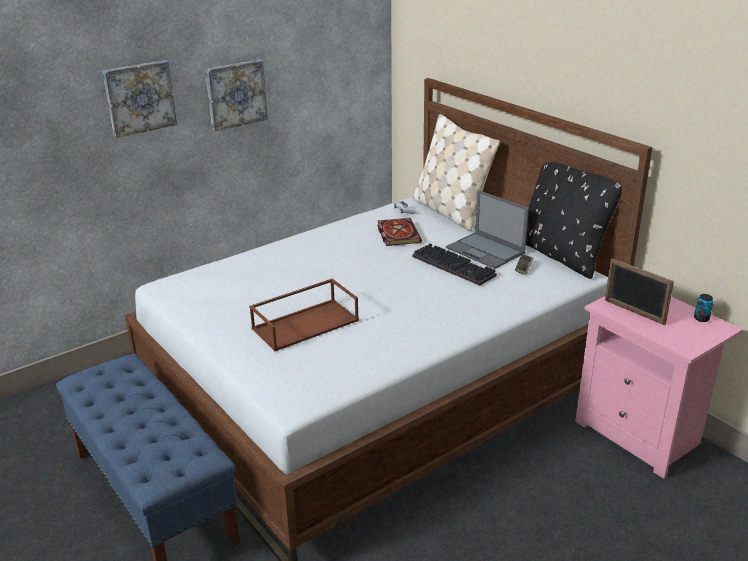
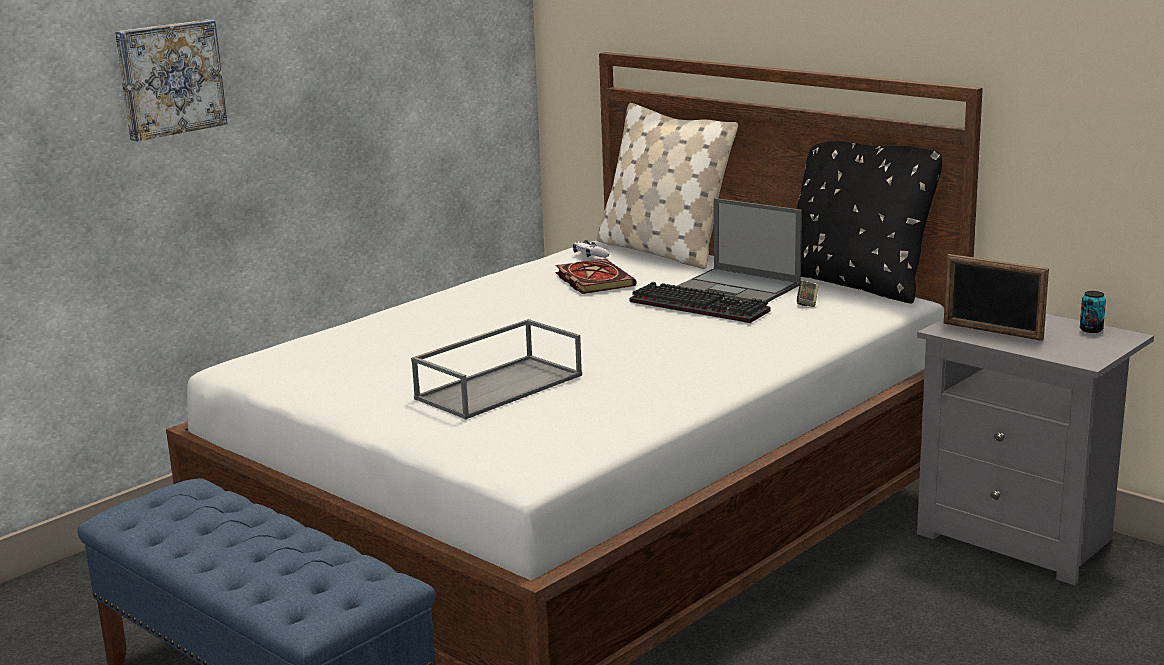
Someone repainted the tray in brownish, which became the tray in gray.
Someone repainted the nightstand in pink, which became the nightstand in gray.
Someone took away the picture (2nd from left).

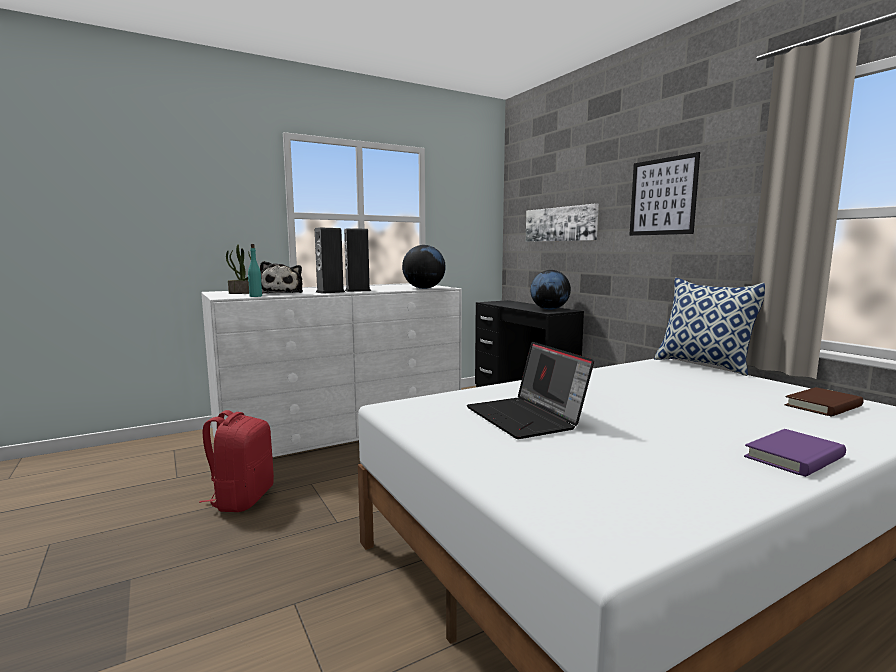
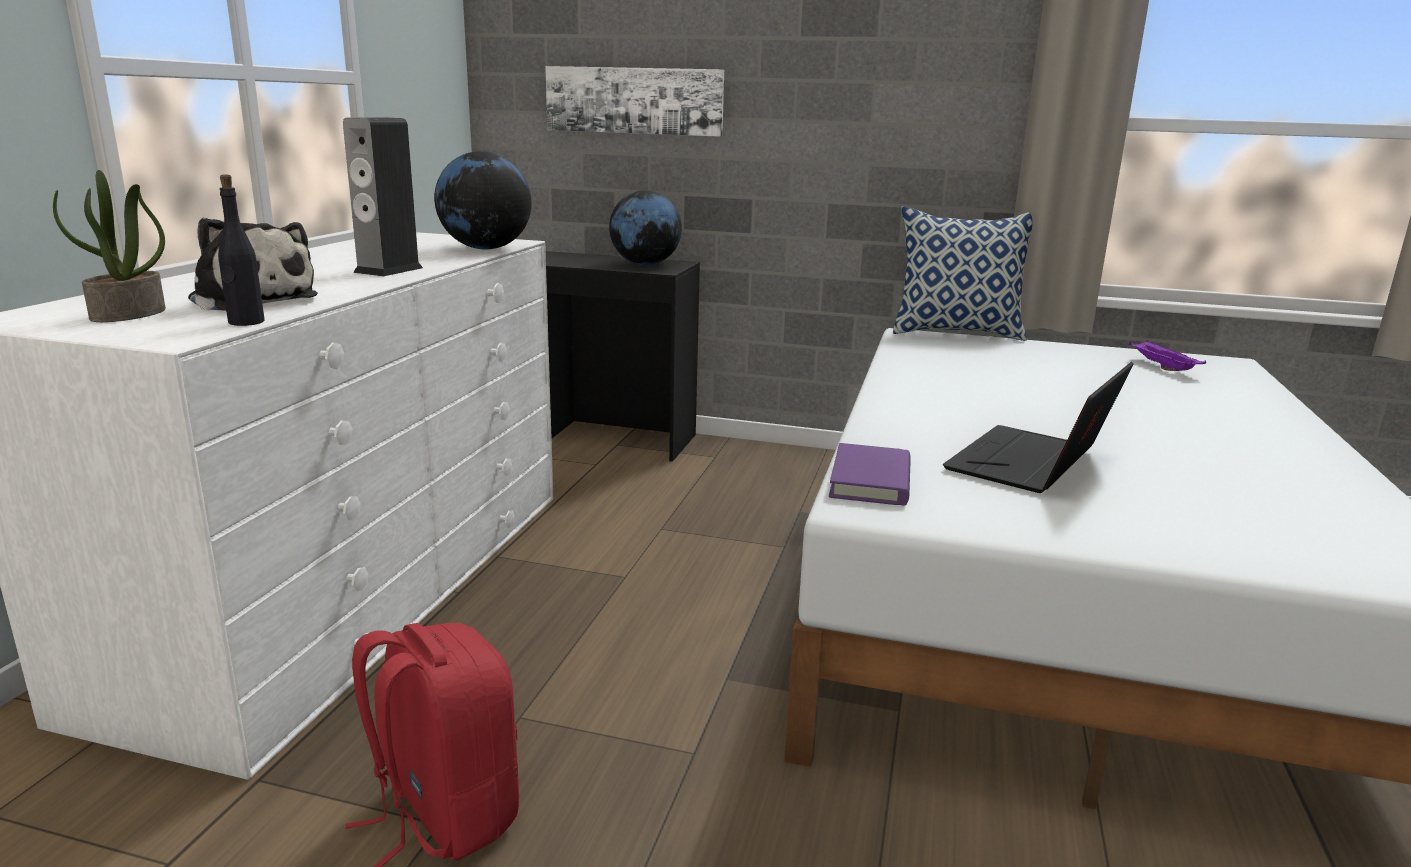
Someone repainted the bottle in turquoise-coloured, which became the bottle in blackish.
Someone carried the book in purplish.
Someone rotated the notebook computer by 105 degrees clockwise.
Someone swapped the book in brownish for the tray in purplish.
Someone took away the loudspeaker (1st from left).
Someone took away the picture (2nd from left).

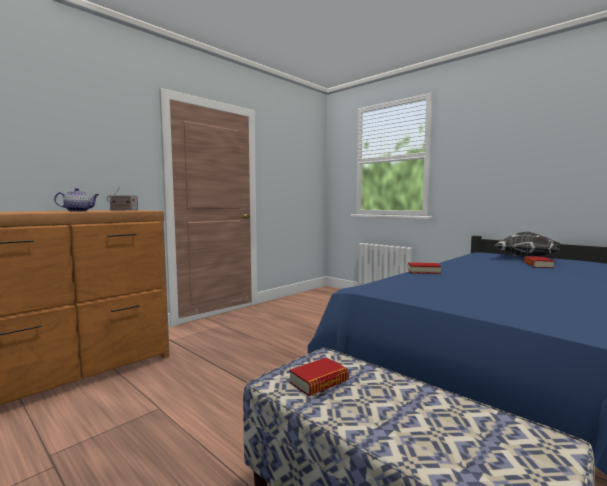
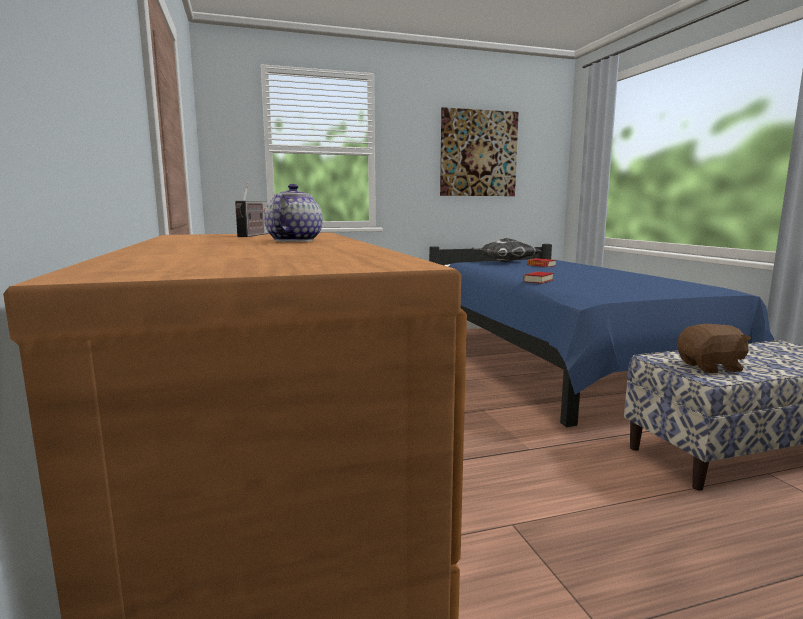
Someone put up the picture.
Someone swapped the book (1st from left) for the soft toy in brownish.

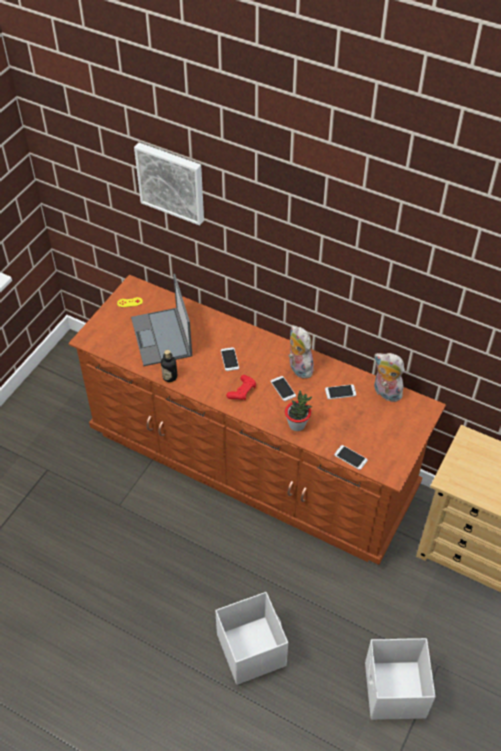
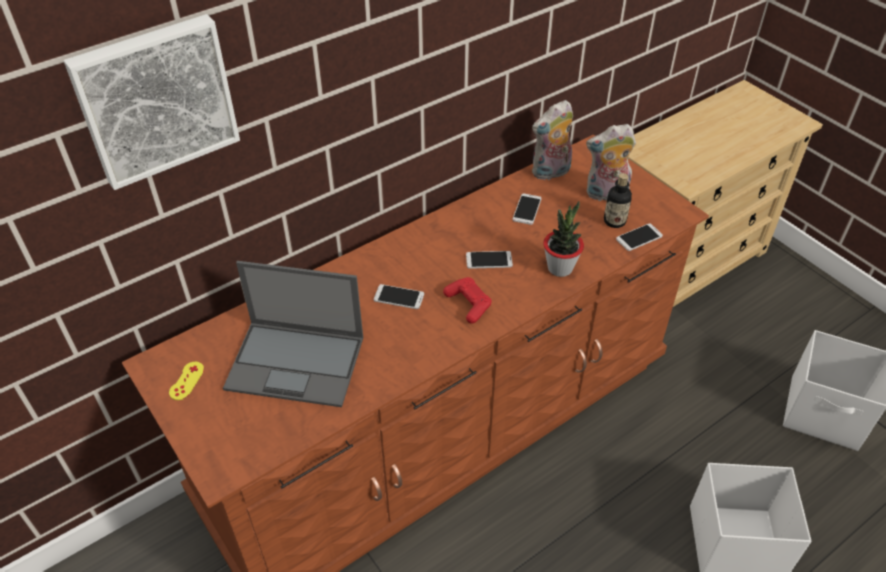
Someone carried the soft toy (1st from left in the first image).
Someone carried the bottle.

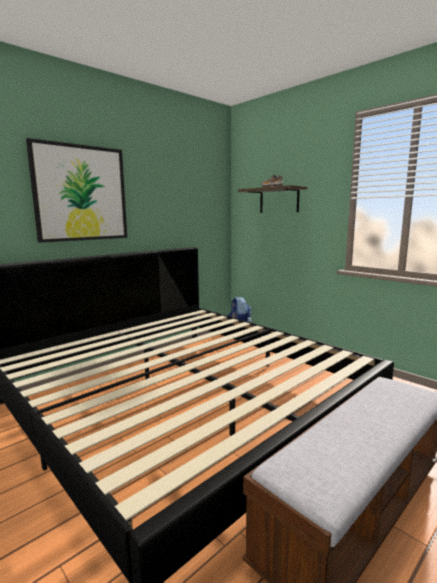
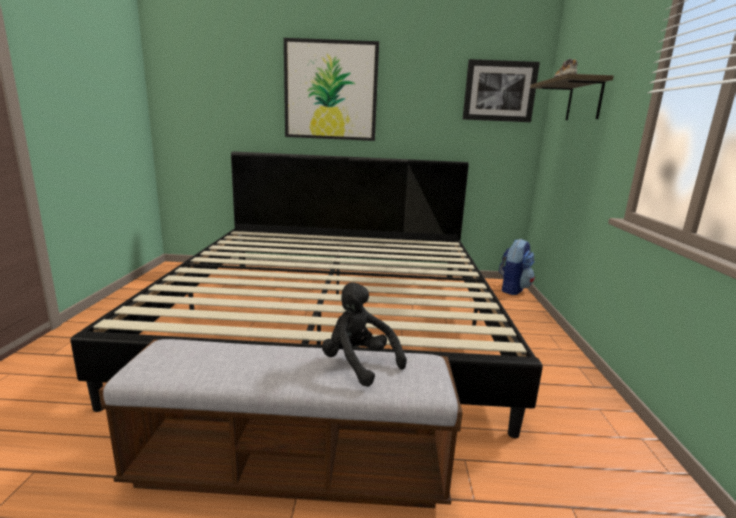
Someone put down the soft toy in blackish.
Someone put up the picture (2nd from left).

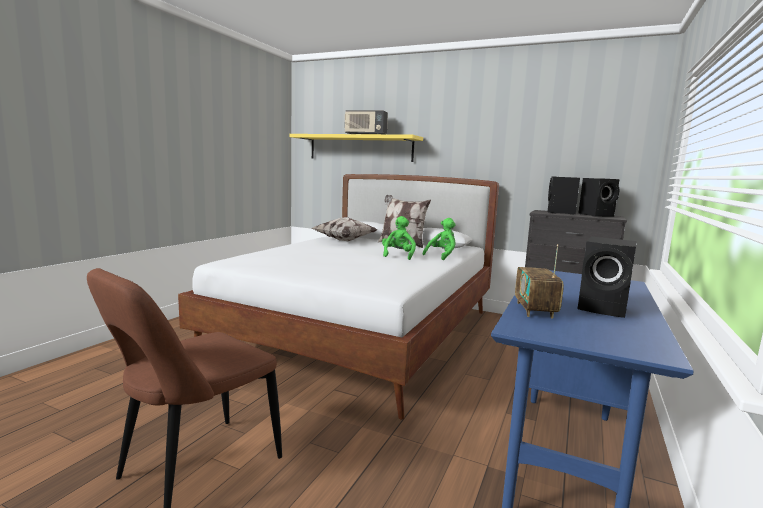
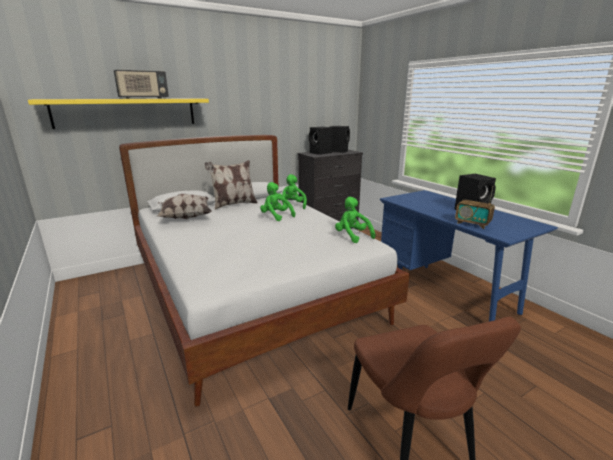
Someone put down the soft toy in greenish (3rd from left).

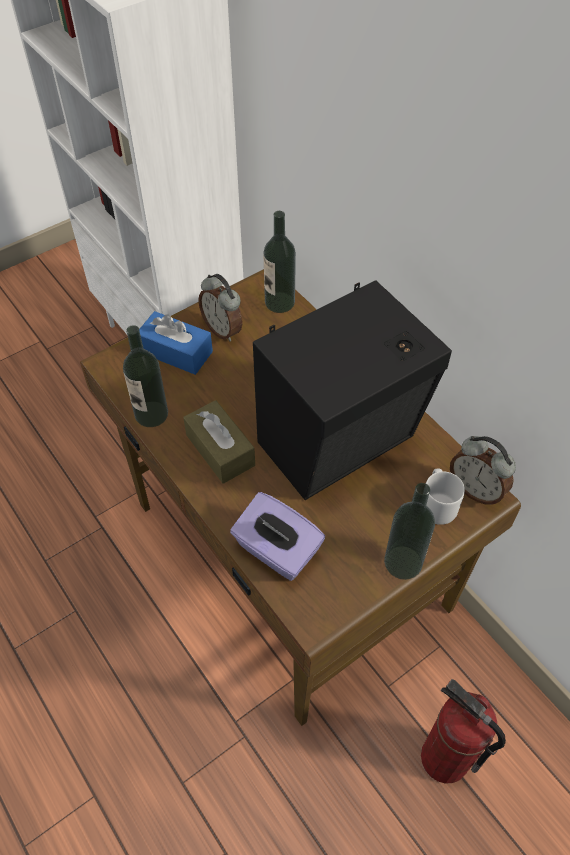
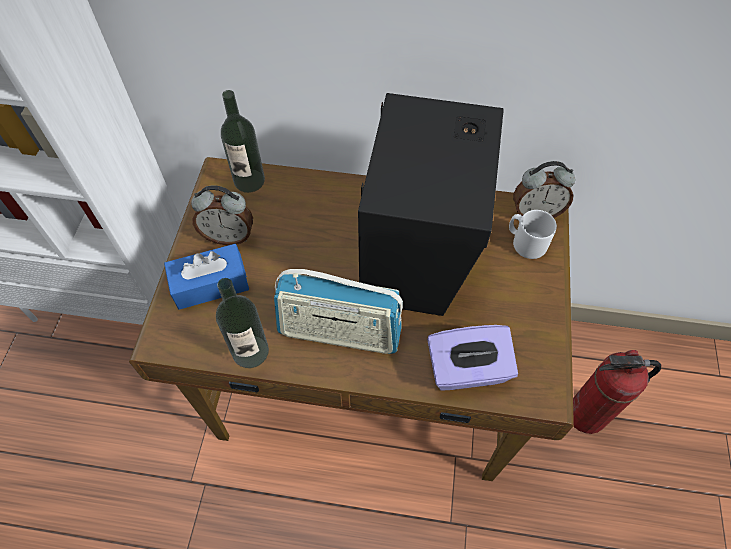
Someone swapped the tissue box in brownish for the radio.
Someone took away the bottle (3rd from left).

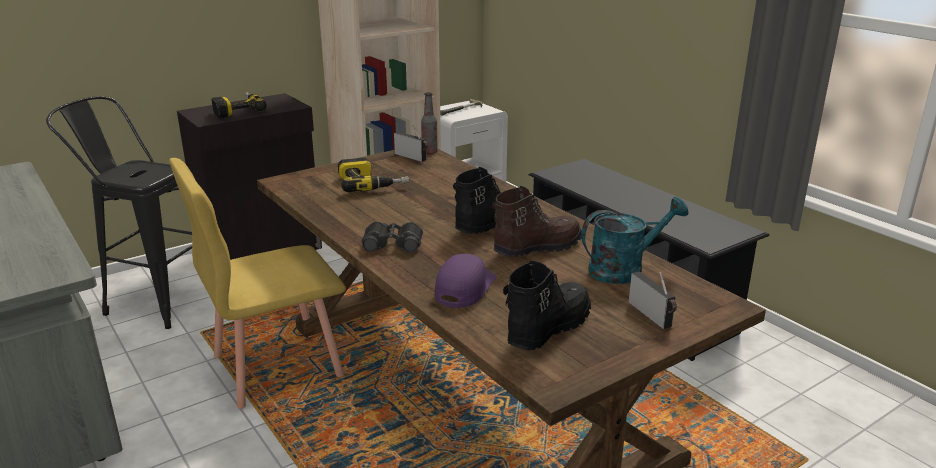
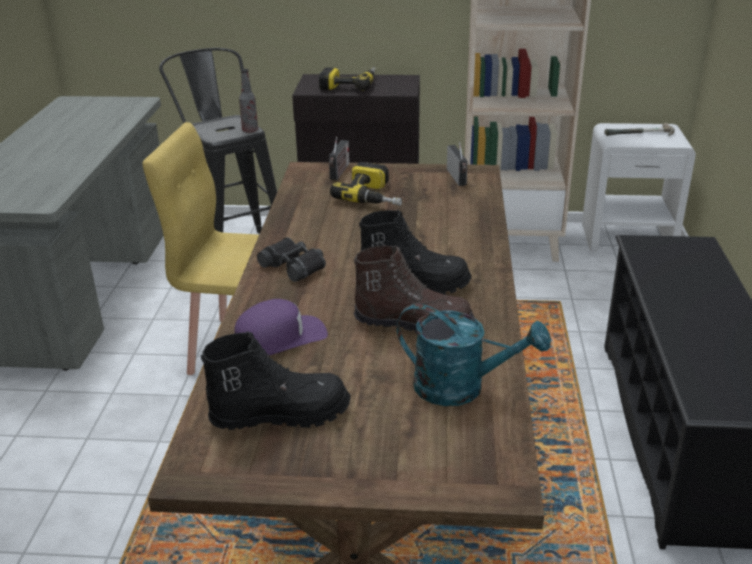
Someone carried the bottle.
Someone carried the radio (2nd from left in the first image).

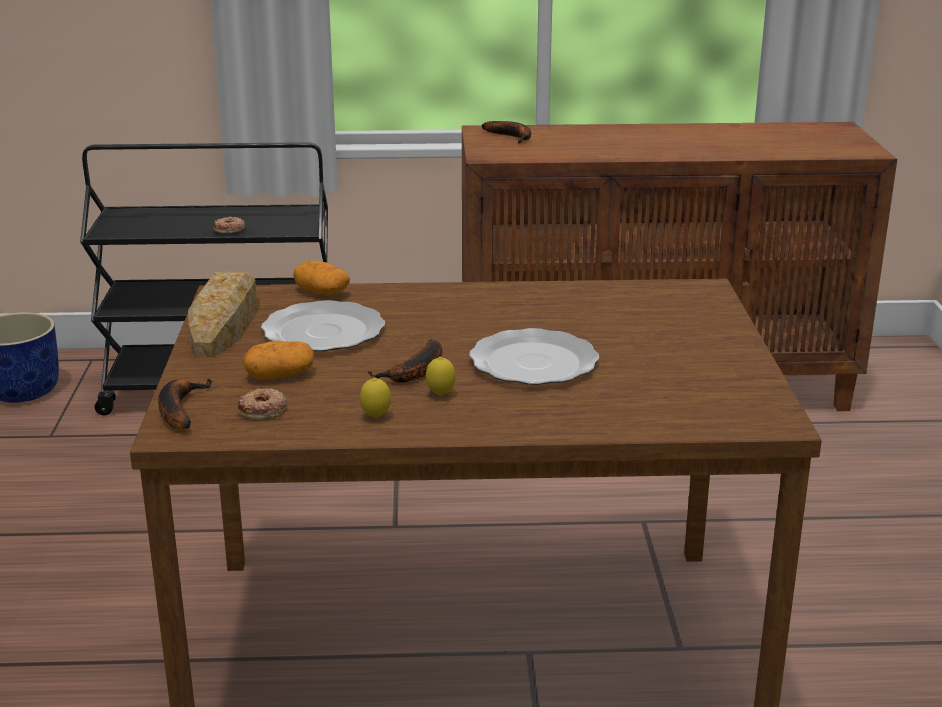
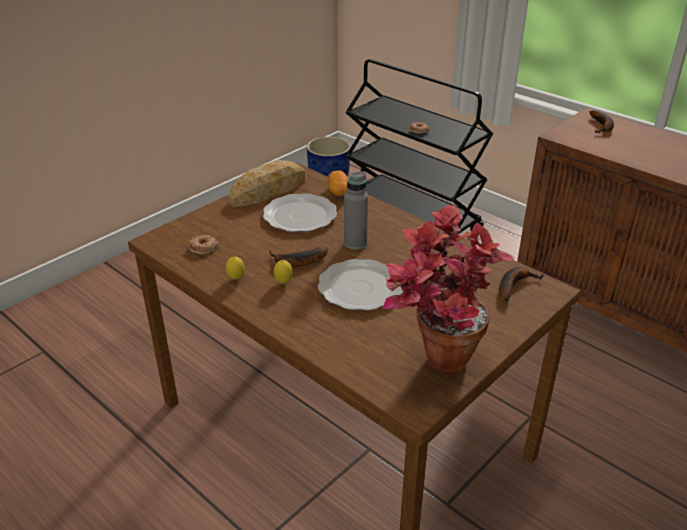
Someone put down the bottle in gray.
Someone put down the houseplant.
Someone carried the whole banana (1st from left in the first image).
Someone took away the whole potato (1st from left).

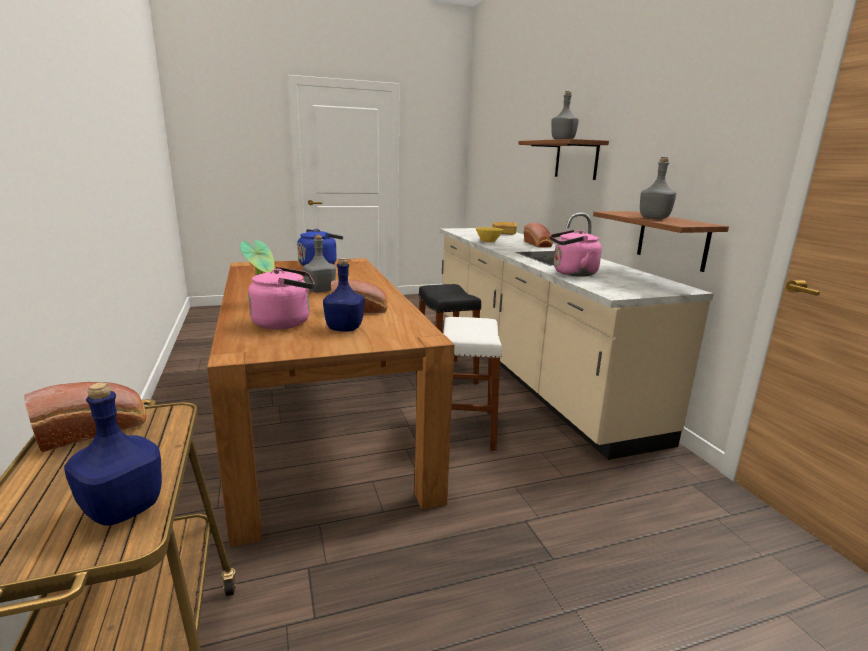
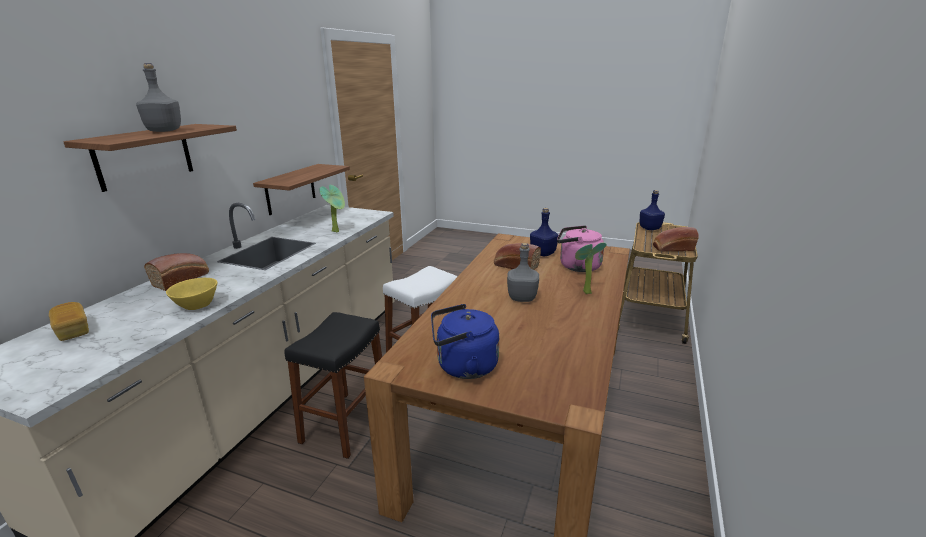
Someone swapped the kettle in pink (2nd from left) for the houseplant (1st from left).
Someone took away the bottle in gray (3rd from left).

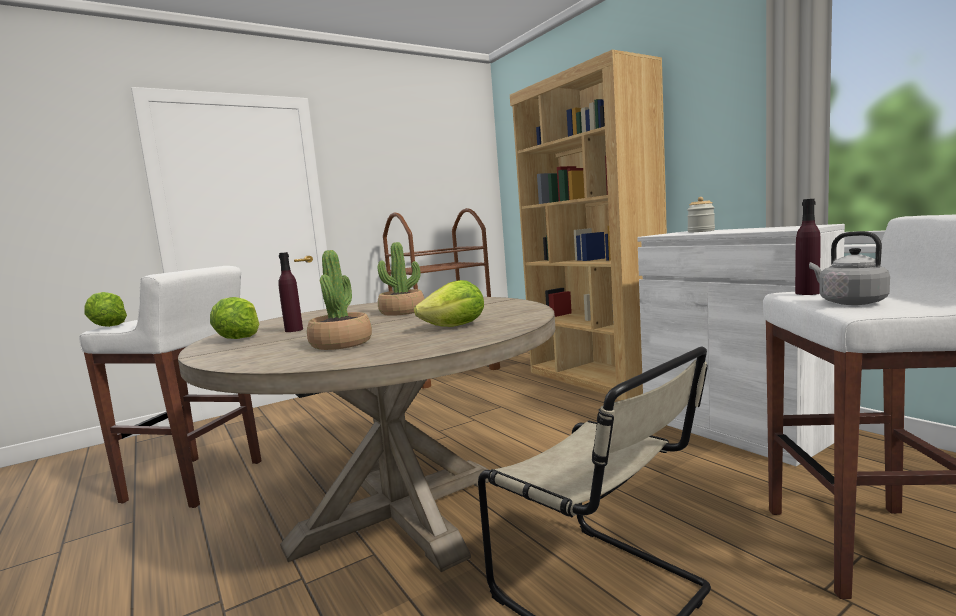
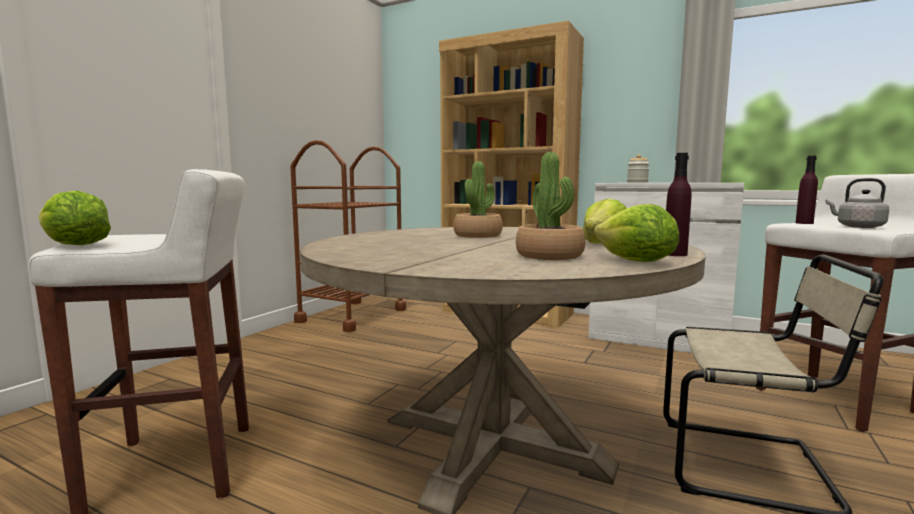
Someone carried the lettuce (2nd from left in the first image).
Someone carried the bottle in purplish (1st from left).

